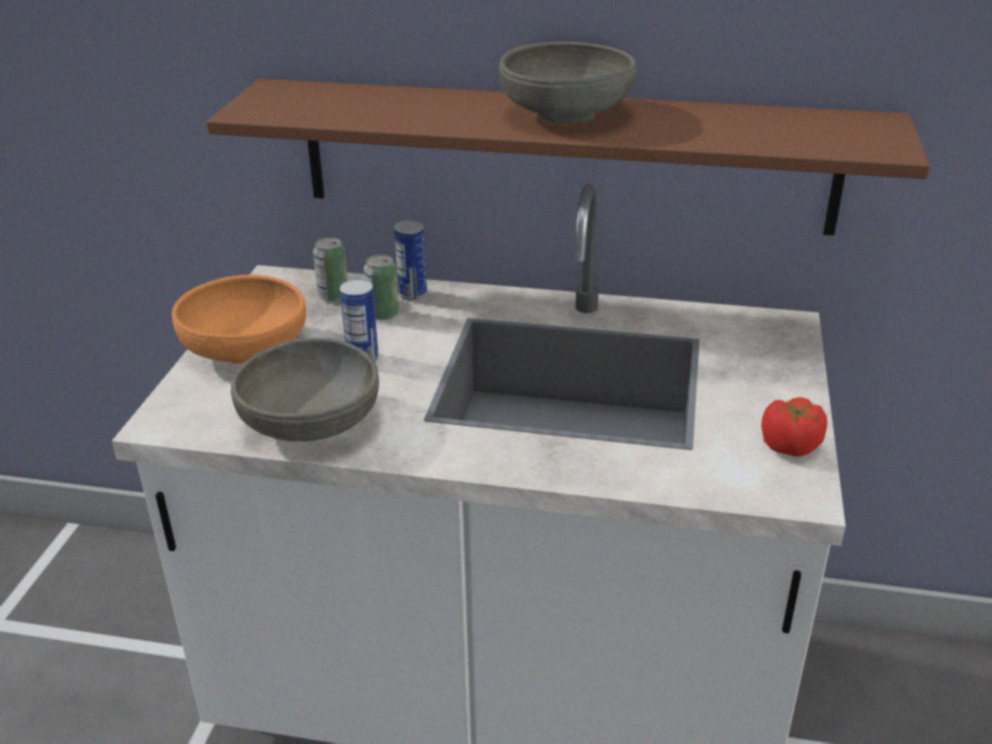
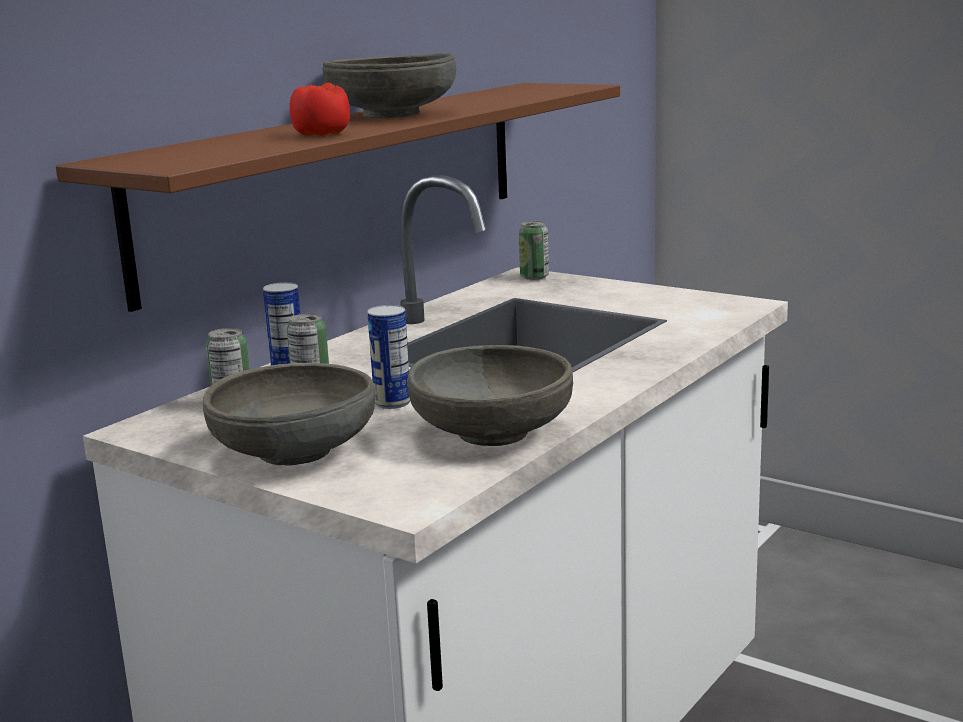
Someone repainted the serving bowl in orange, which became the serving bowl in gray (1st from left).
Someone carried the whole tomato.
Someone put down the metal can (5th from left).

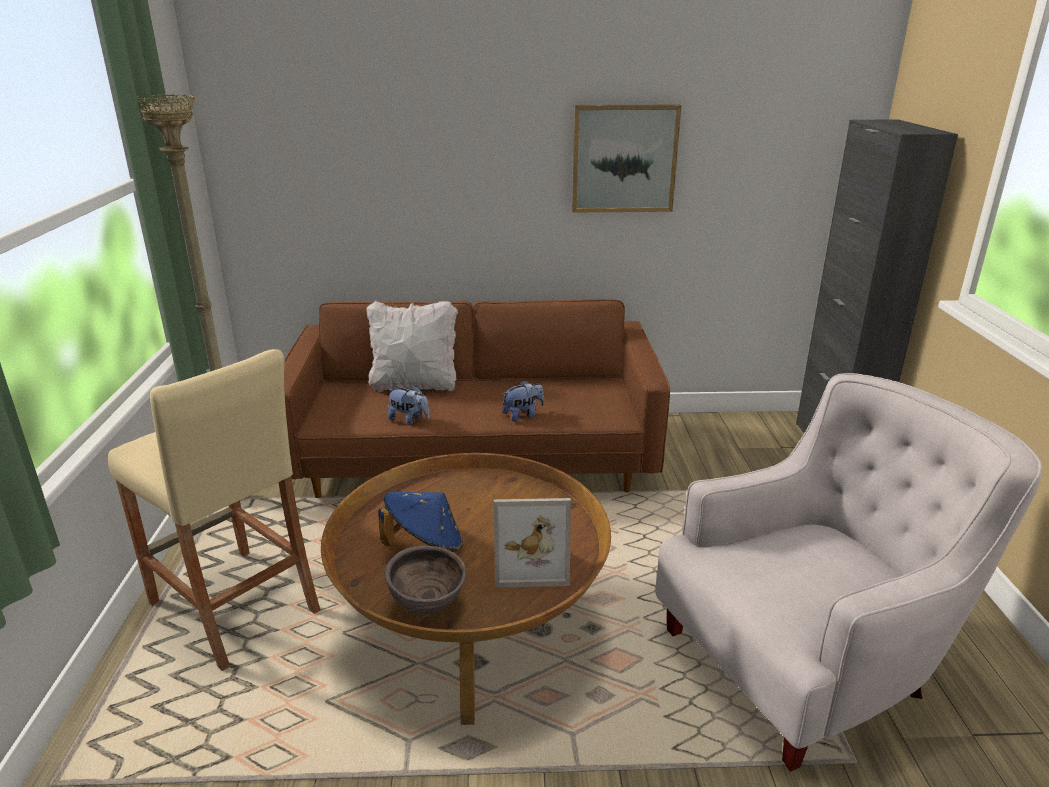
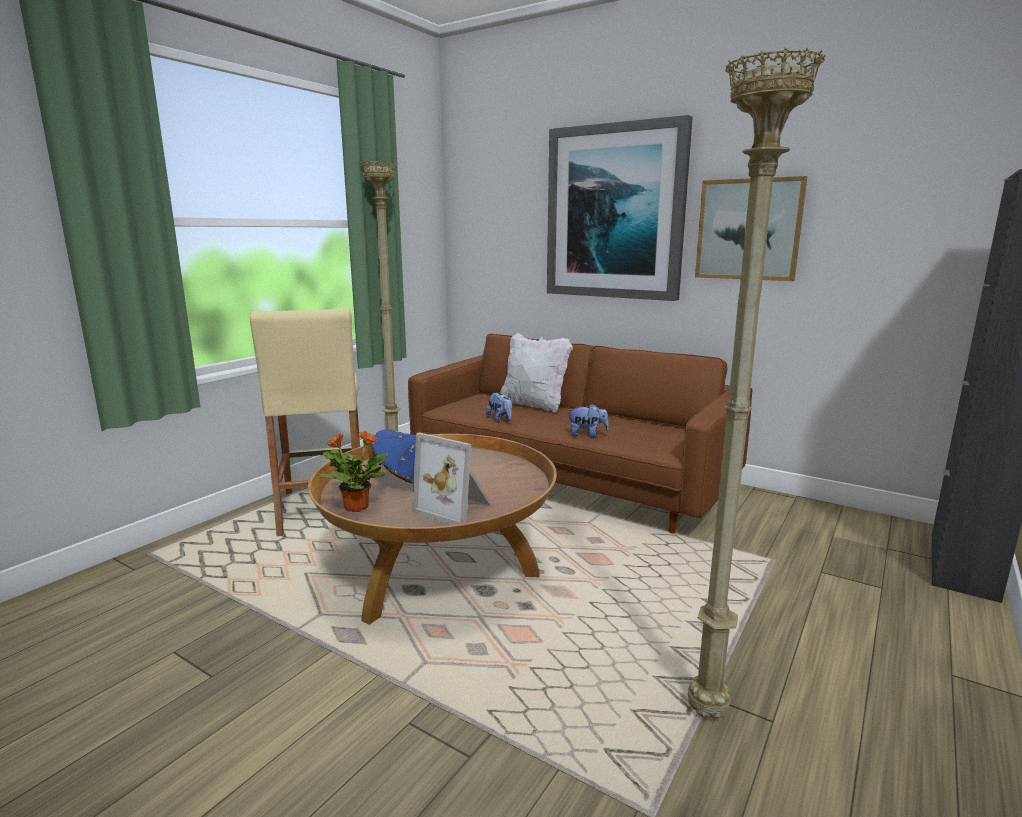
Someone swapped the serving bowl in brownish for the houseplant.
Someone put up the picture (1st from left).
Someone swapped the easy chair in whitish for the floor lamp in sand-coloured (2nd from left).

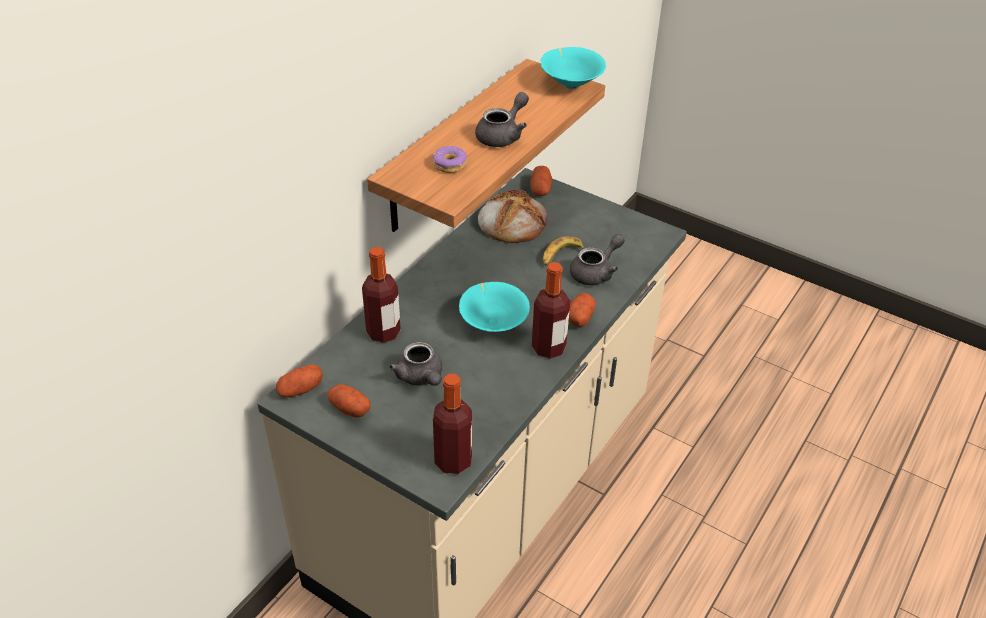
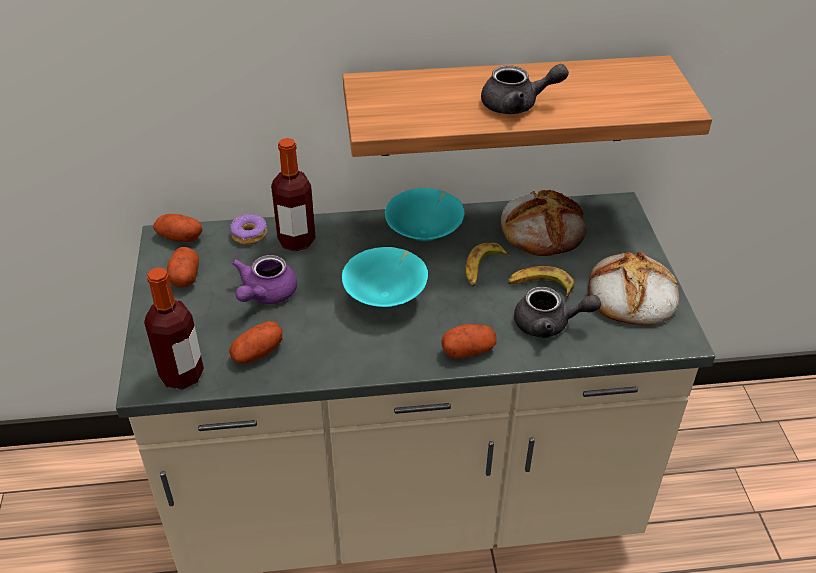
Someone carried the whole potato (3rd from left).
Someone carried the doughnut.
Someone repainted the tea pot in gray (1st from left), which became the tea pot in purplish.
Someone carried the serving bowl in turquoise-coloured (2nd from left).
Someone put down the whole banana (1st from left).
Someone put down the baked bread (2nd from left).
Someone took away the bottle (3rd from left).

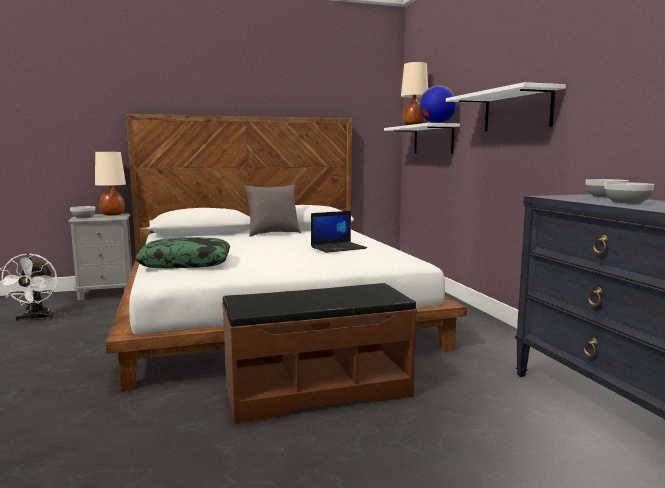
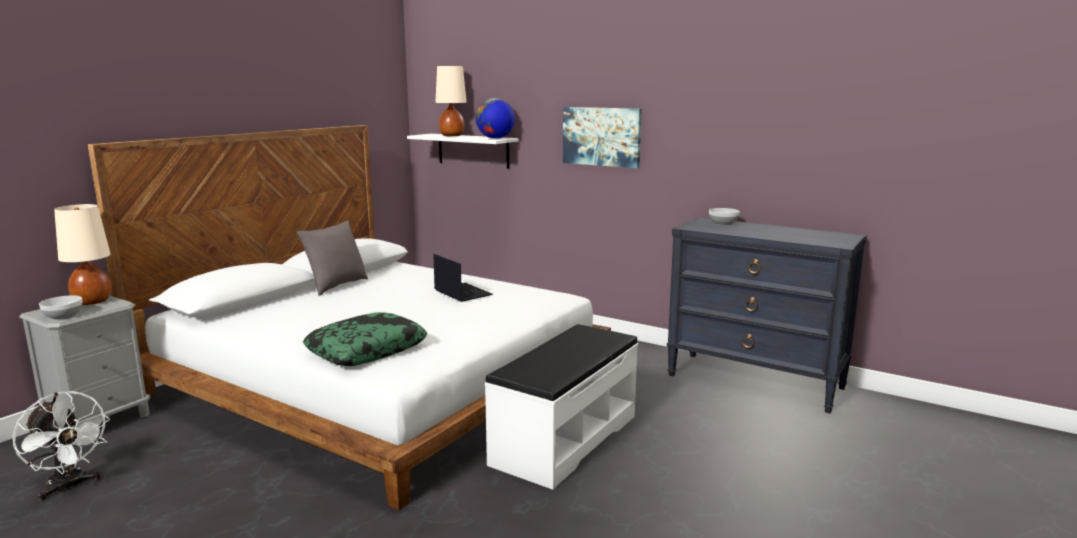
Someone rotated the notebook computer by 60 degrees counterclockwise.
Someone repainted the bench in brownish, which became the bench in whitish.
Someone swapped the wall shelf in whitish (2nd from left) for the picture.
Someone took away the serving bowl (3rd from left).

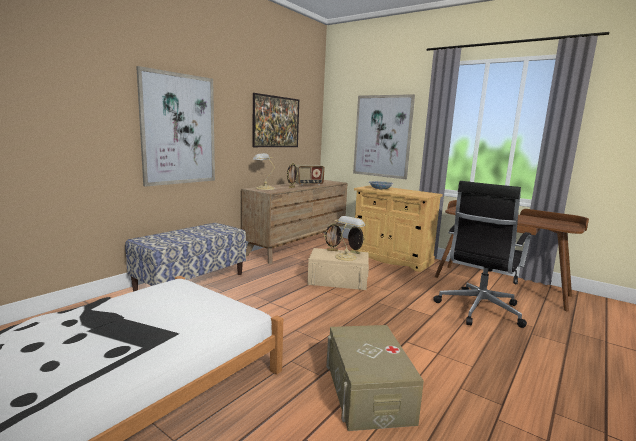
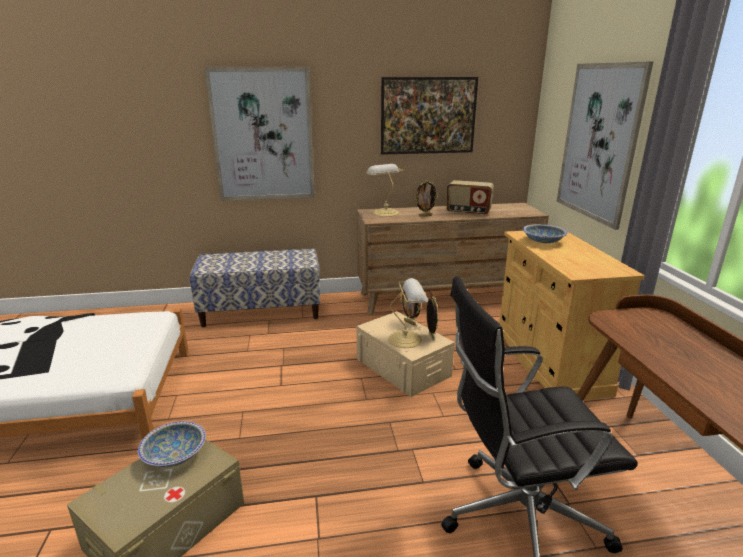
Someone put down the serving bowl (1st from left).

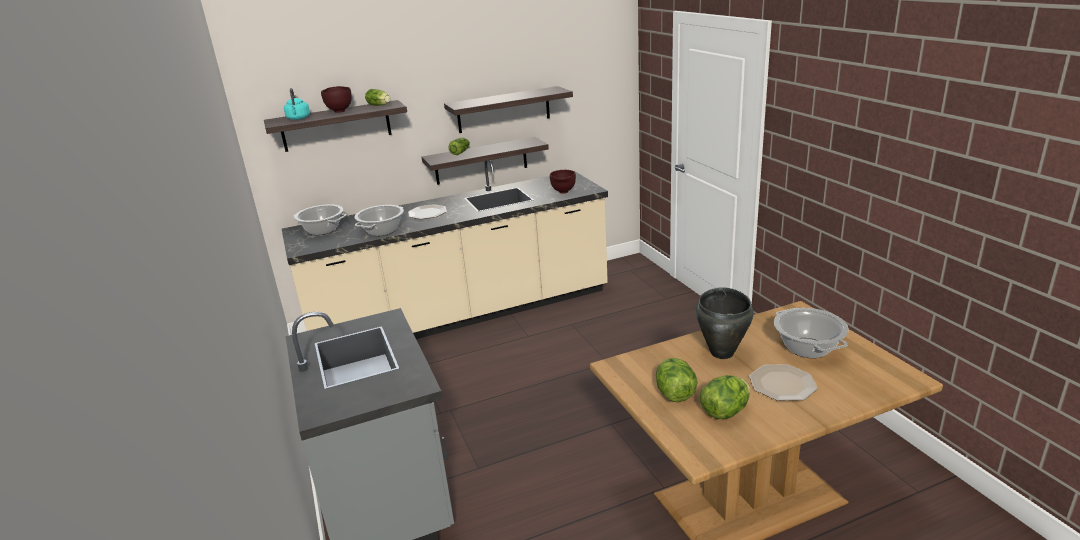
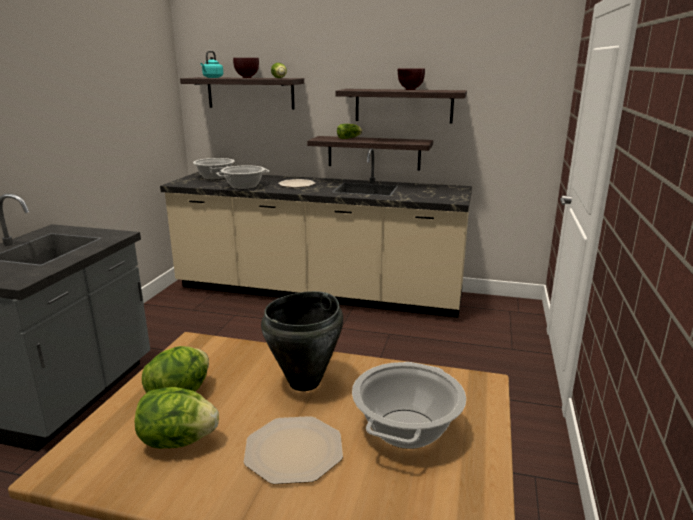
Someone carried the serving bowl in brownish (2nd from left).

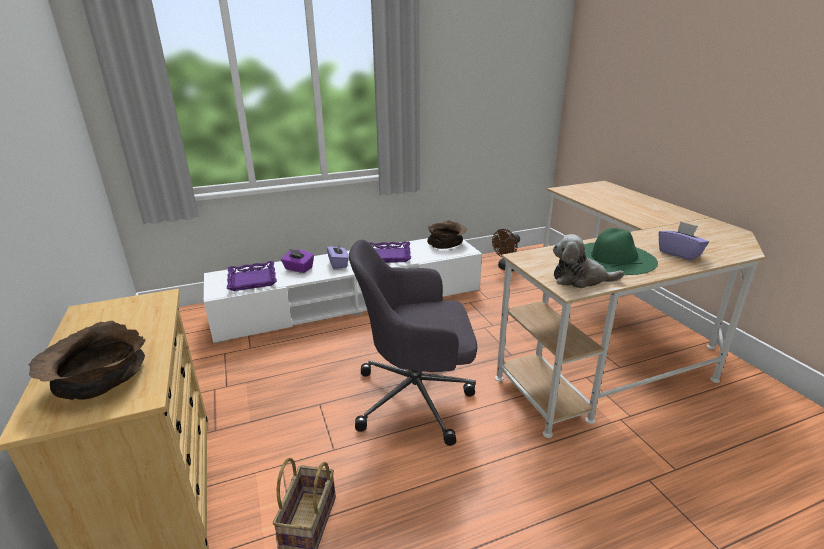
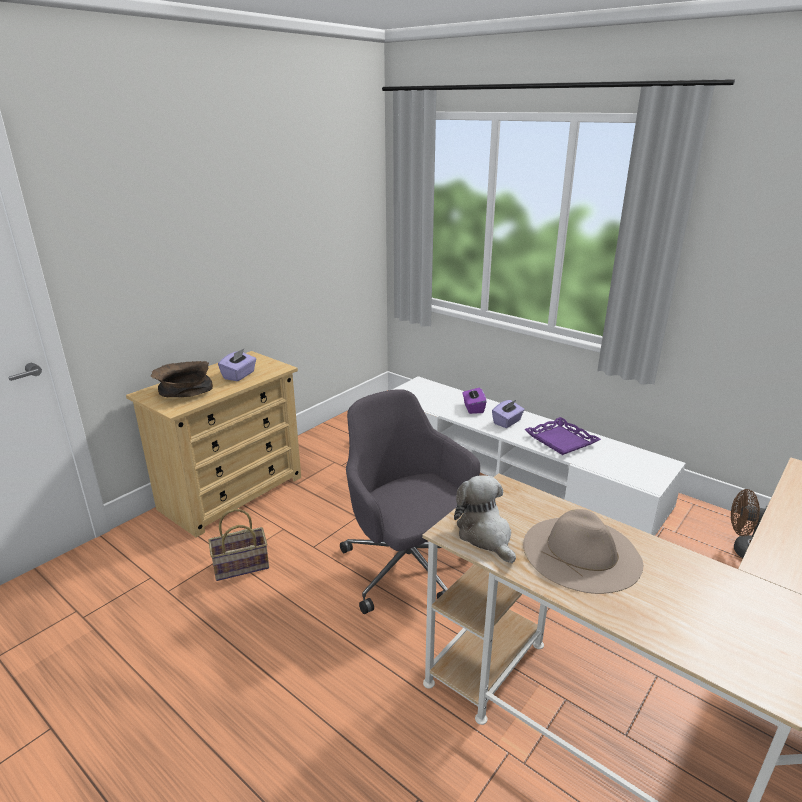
Someone carried the tissue box in purplish (3rd from left in the first image).
Someone repainted the wearable hat in greenish, which became the wearable hat in sand-coloured.
Someone took away the tray in purplish (1st from left).
Someone took away the serving bowl in brownish (2nd from left).

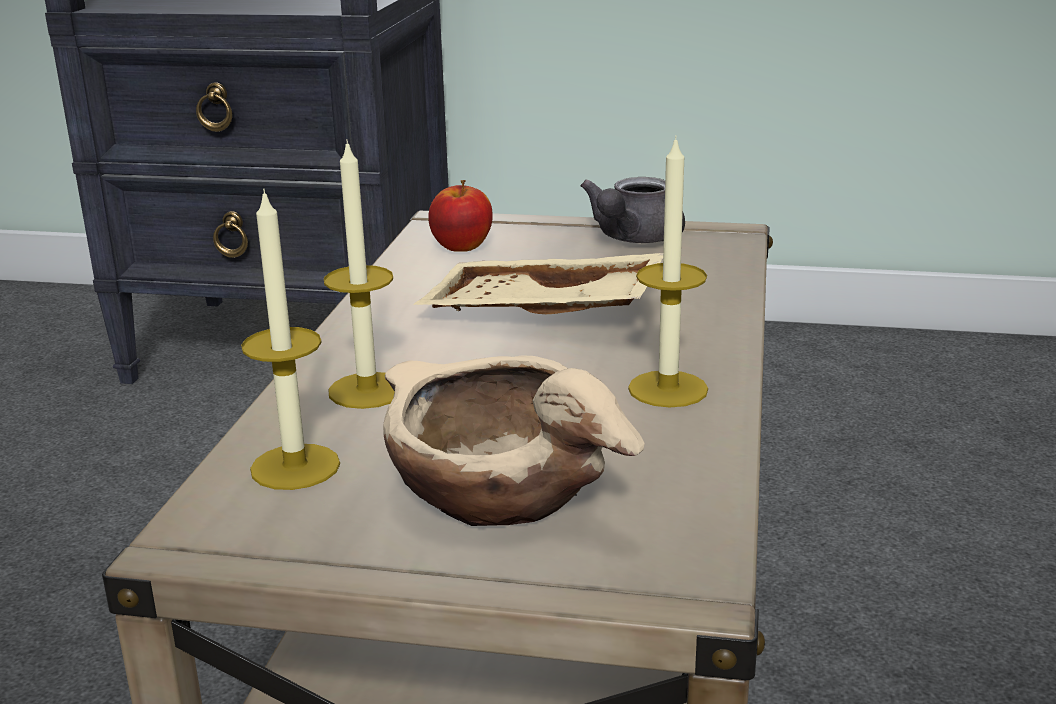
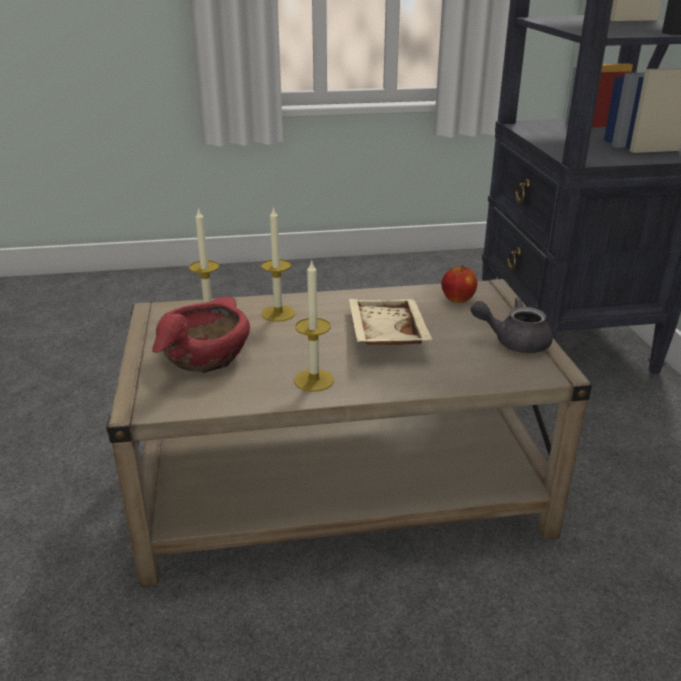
Someone repainted the serving bowl in sand-coloured, which became the serving bowl in reddish.

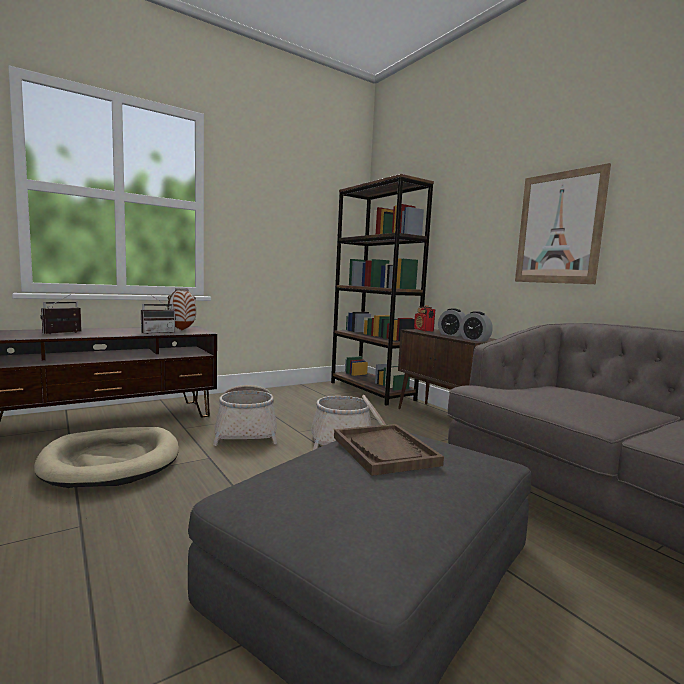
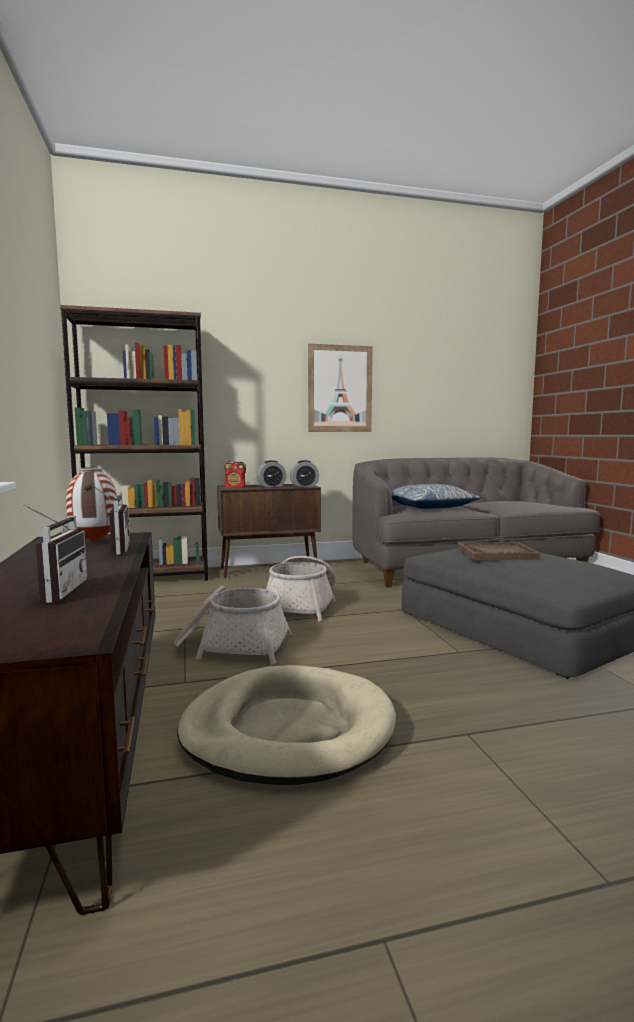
Someone rotated the radio (1st from left) by 150 degrees counterclockwise.
Someone put down the pillow.

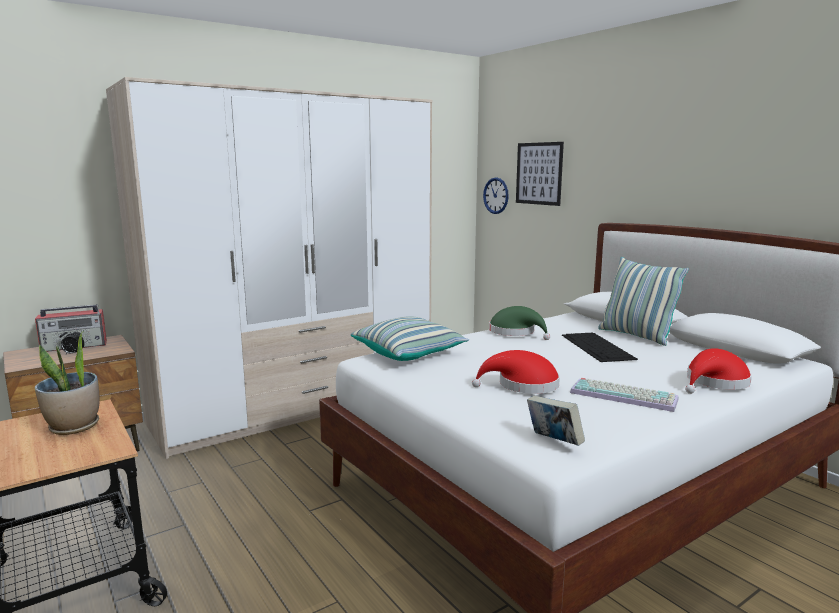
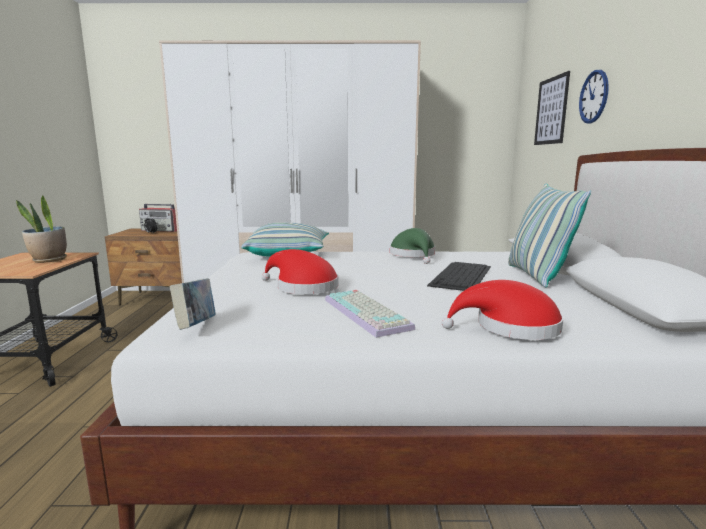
Someone carried the clock on the wall.

